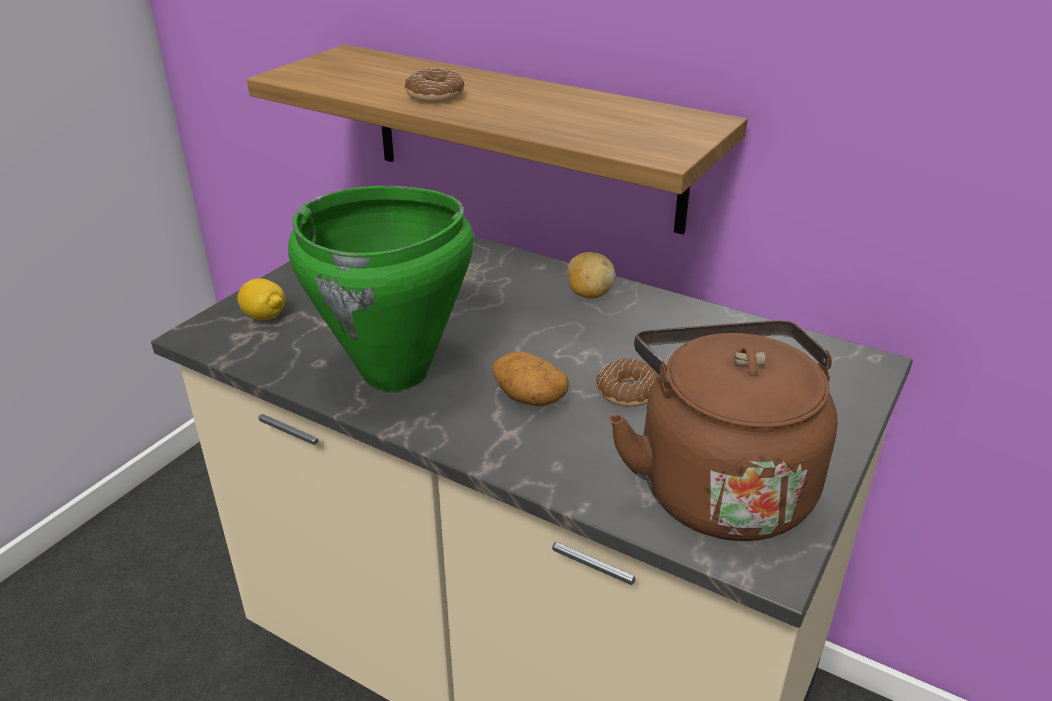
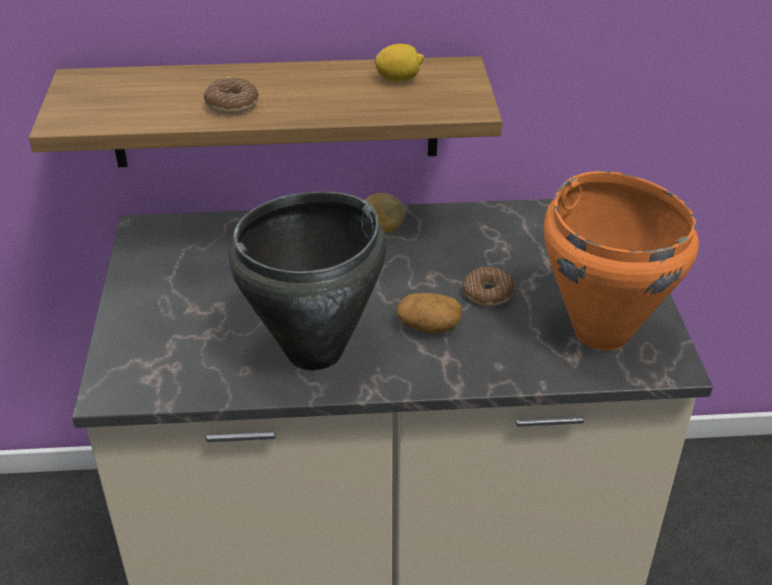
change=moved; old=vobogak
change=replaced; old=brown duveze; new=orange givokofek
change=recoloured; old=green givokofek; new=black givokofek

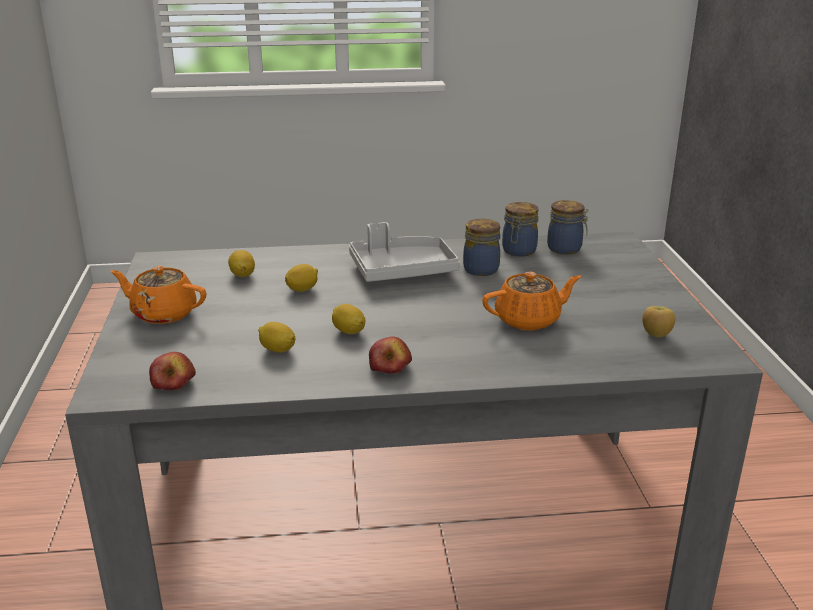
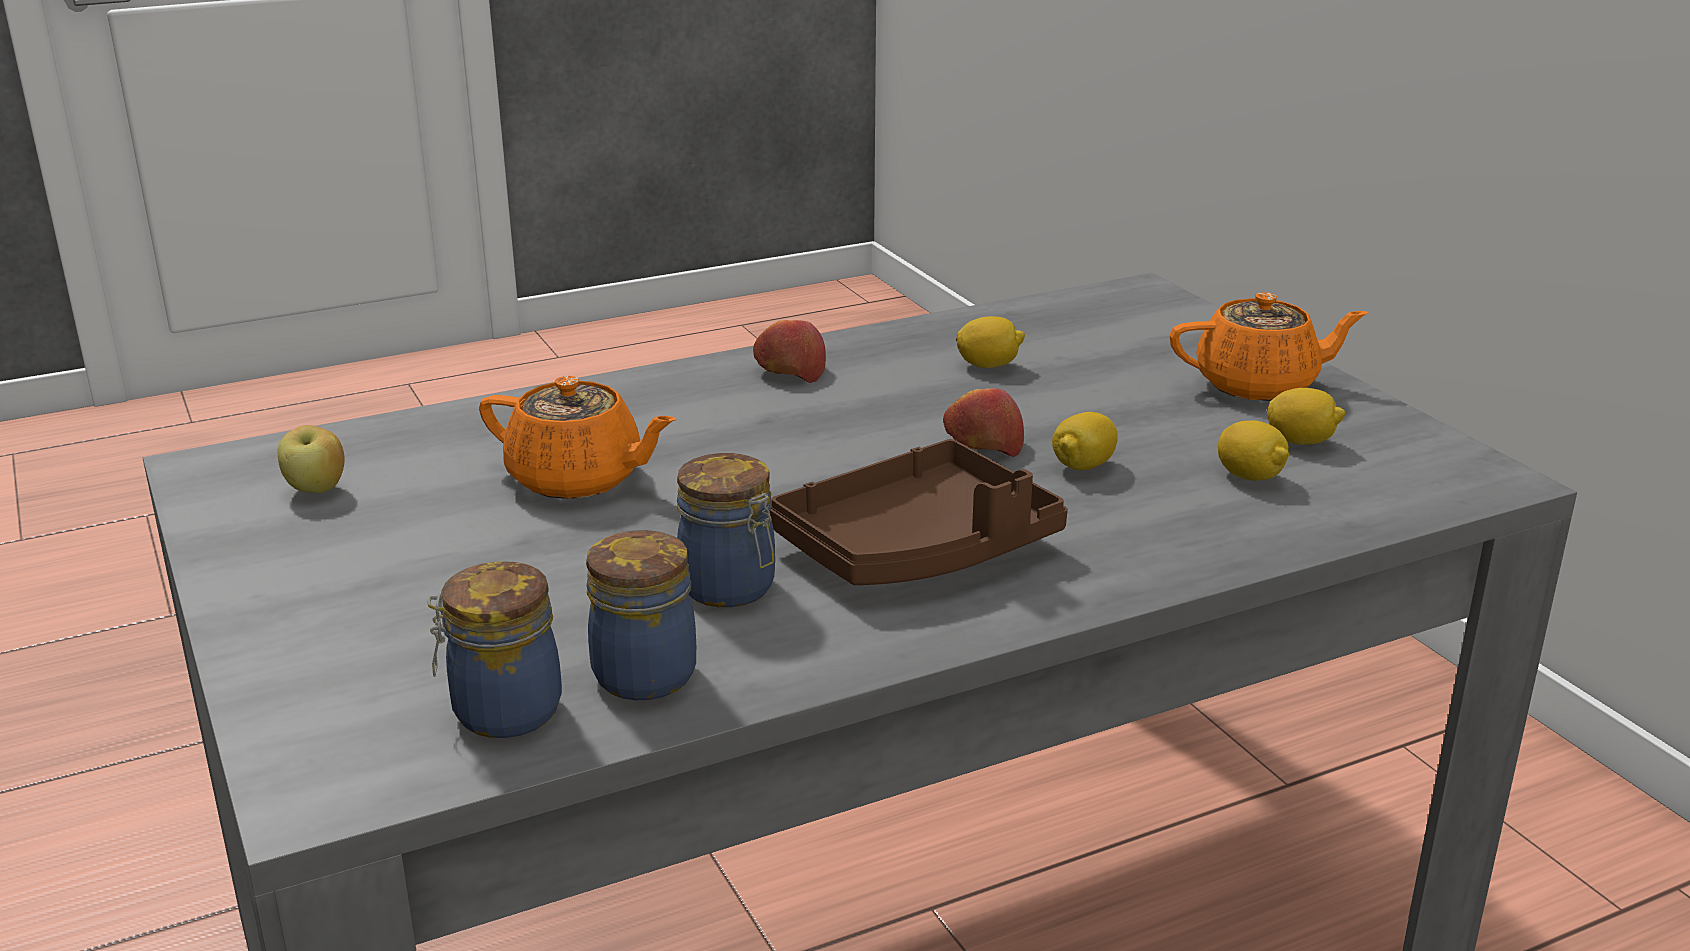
change=moved; old=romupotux (1st from left in the first image); new=romupotux (3rd from left)
change=moved; old=vobogak (4th from left)
change=recoloured; old=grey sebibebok; new=brown sebibebok
change=turned; old=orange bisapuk (2nd from left in the first image); degrees=-120

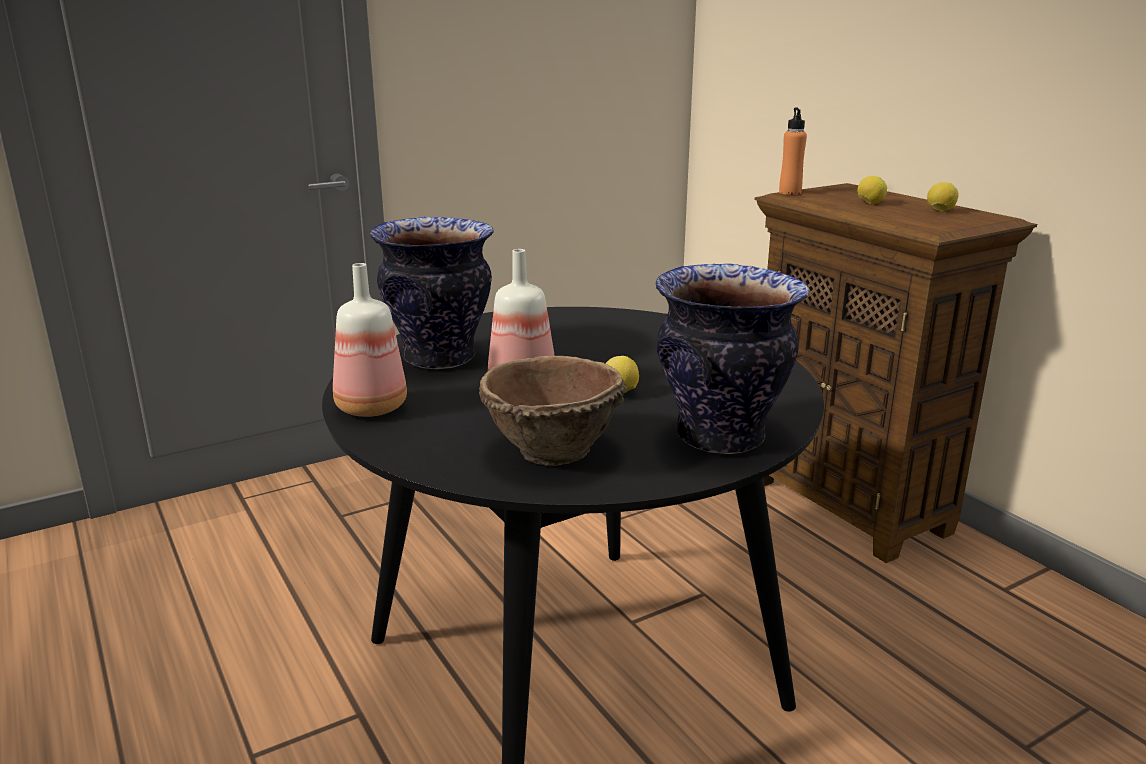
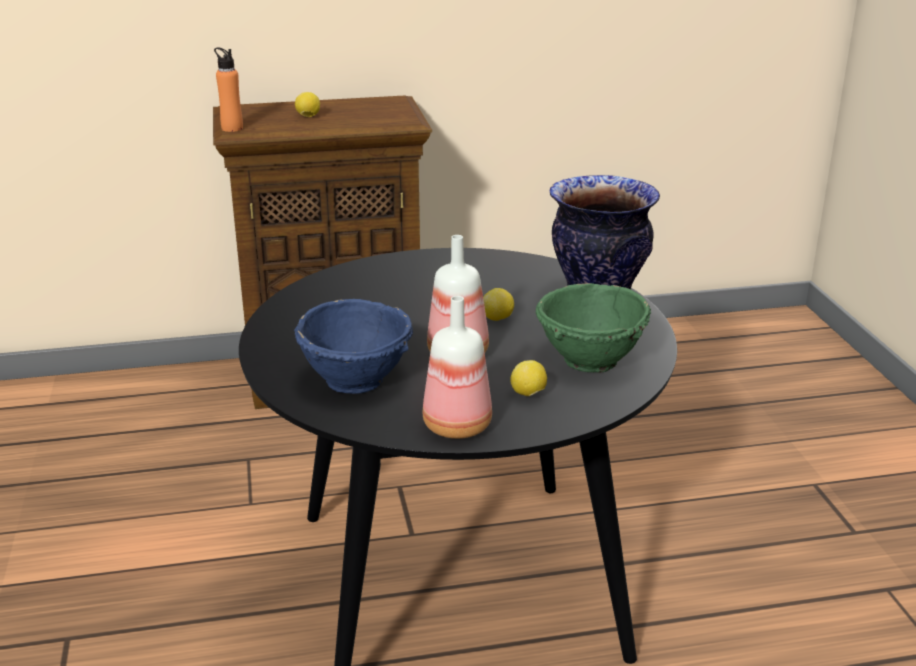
change=moved; old=vobogak (3rd from left)
change=replaced; old=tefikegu (1st from left); new=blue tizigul
change=recoloured; old=brown tizigul; new=green tizigul

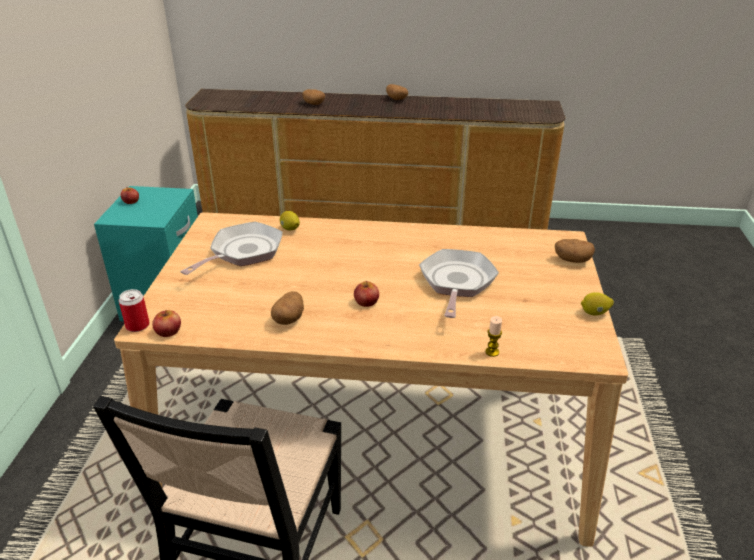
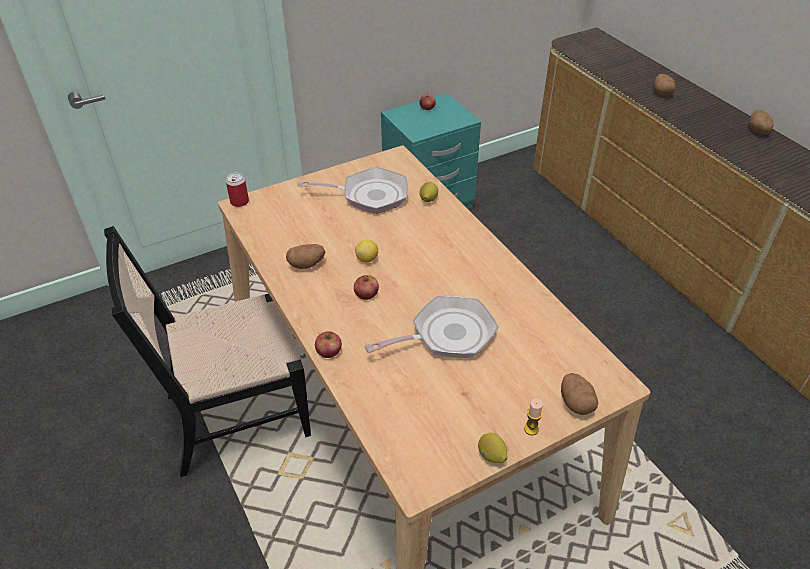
change=added; new=vobogak (1st from left)
change=moved; old=romupotux (2nd from left in the first image); new=romupotux (1st from left)
change=moved; old=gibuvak

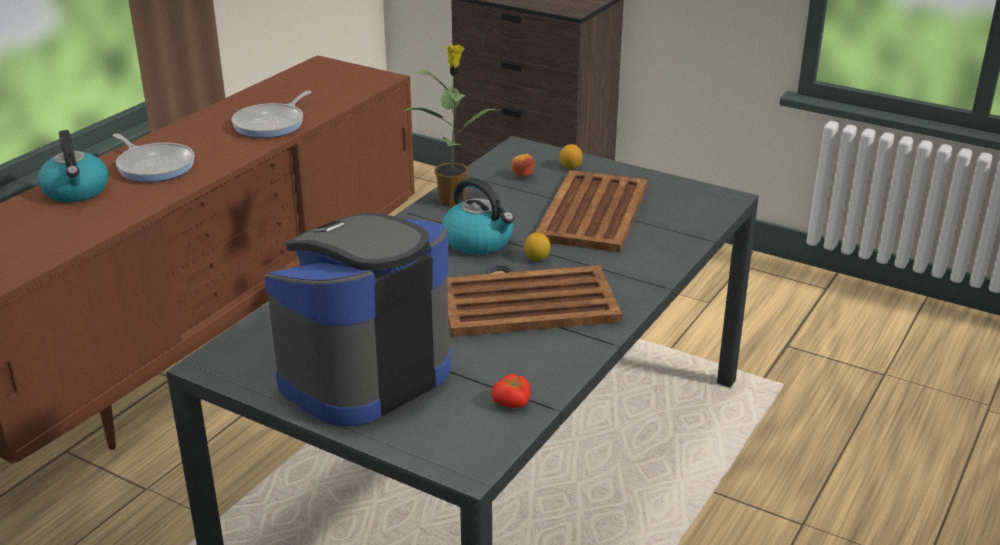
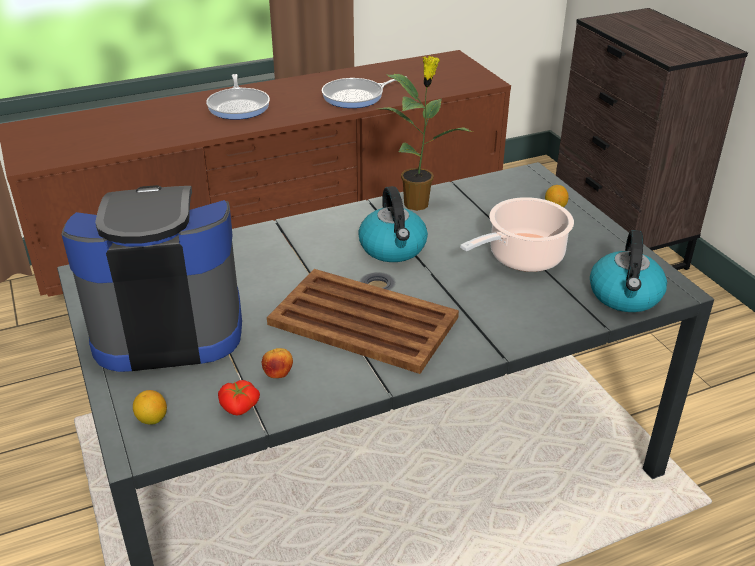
change=moved; old=duveze (1st from left in the first image); new=duveze (2nd from left)
change=moved; old=romupotux
change=moved; old=vobogak (1st from left)
change=replaced; old=brown sebibebok (2nd from left); new=givokofek

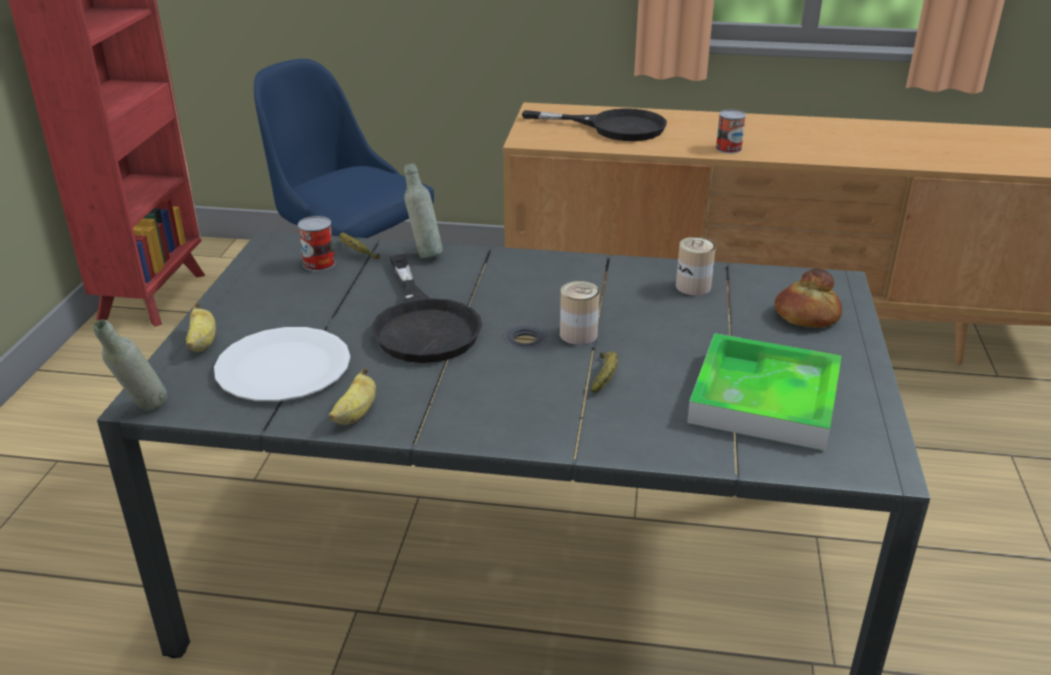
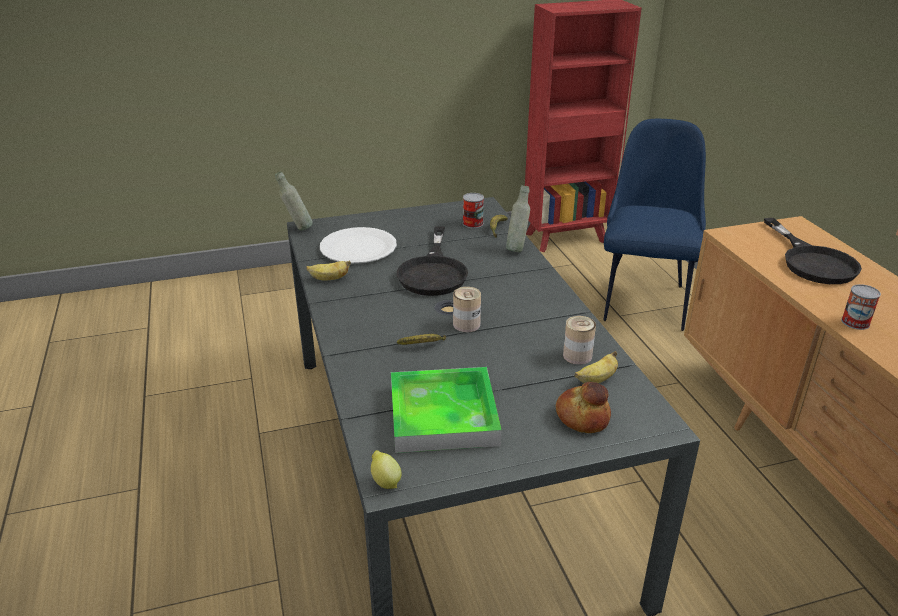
change=added; new=vobogak
change=moved; old=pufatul (1st from left in the first image); new=pufatul (4th from left)
change=turned; old=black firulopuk (1st from left); degrees=-45

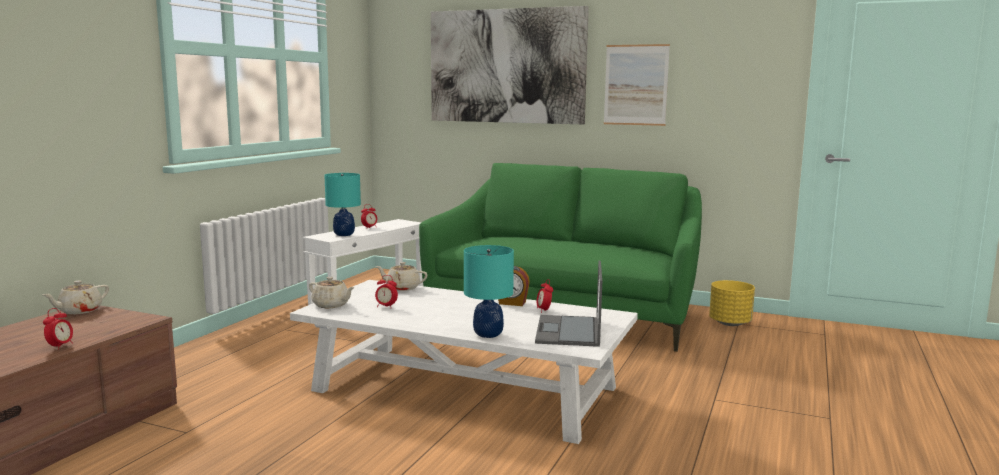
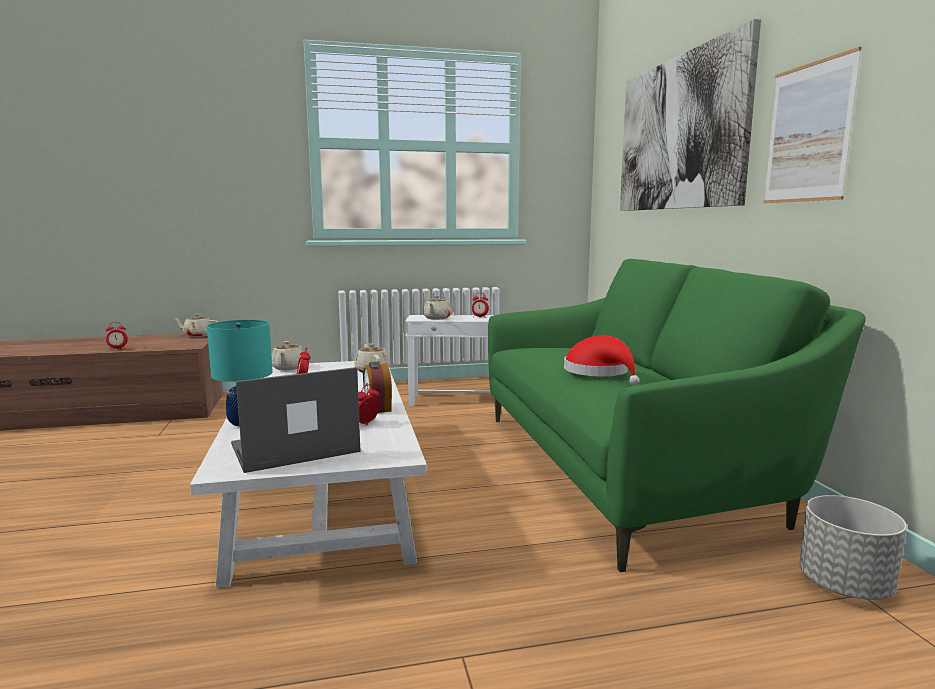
change=added; new=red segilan
change=replaced; old=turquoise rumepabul (1st from left); new=beige bisapuk (4th from left)
change=recoloured; old=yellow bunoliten; new=grey bunoliten

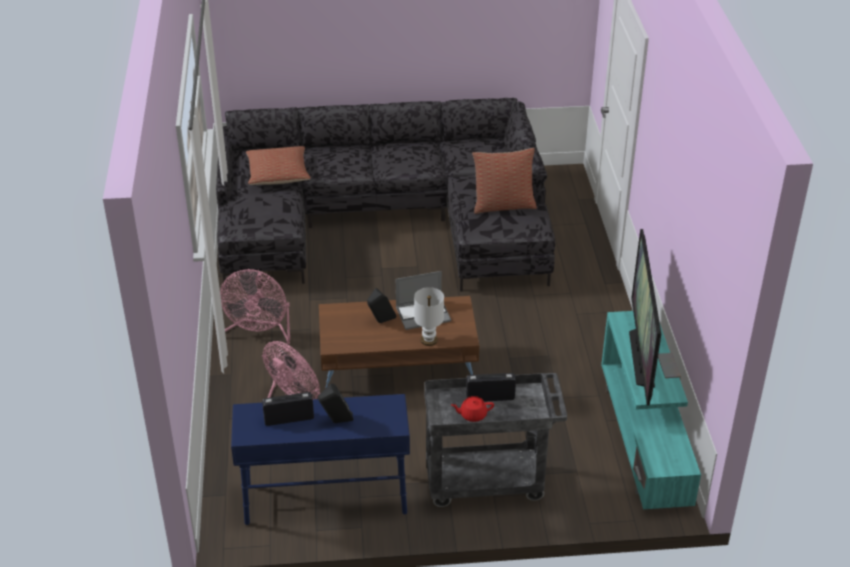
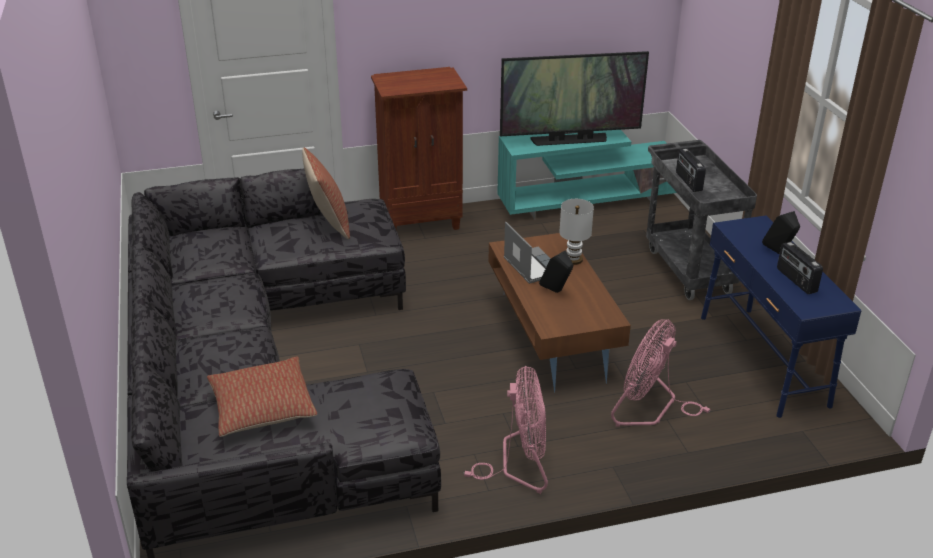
change=removed; old=red bisapuk
change=added; new=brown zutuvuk

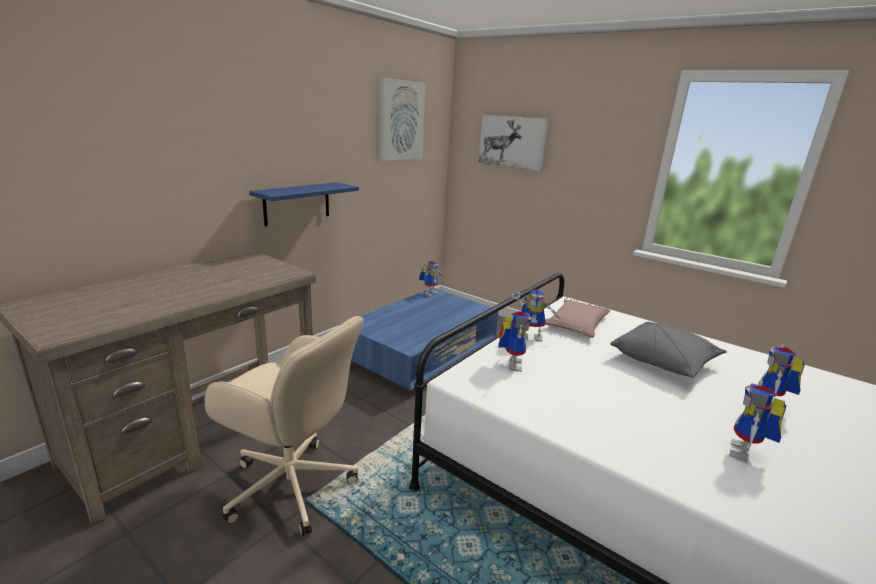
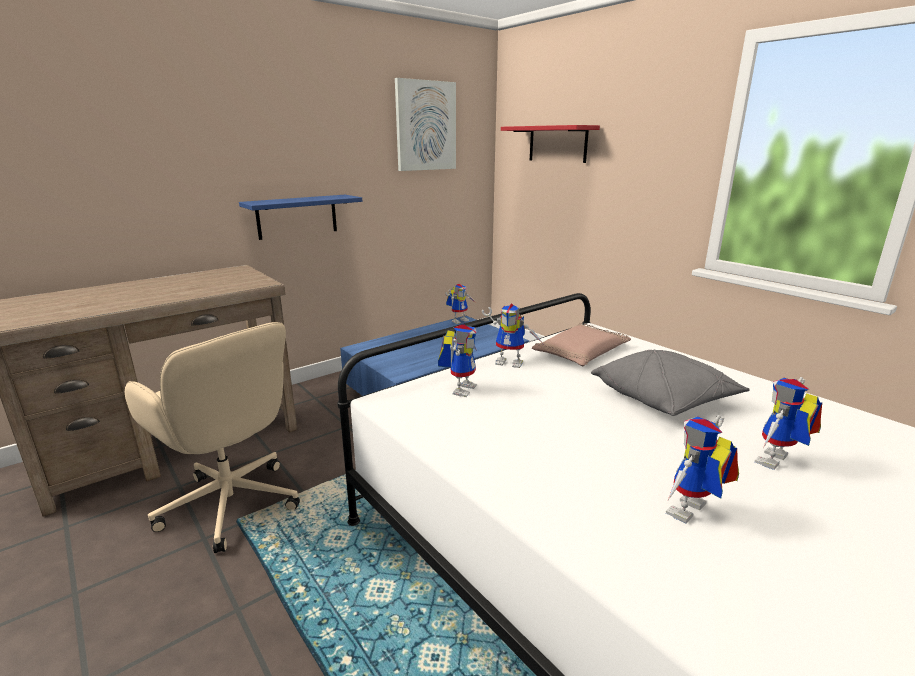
change=replaced; old=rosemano (2nd from left); new=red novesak

